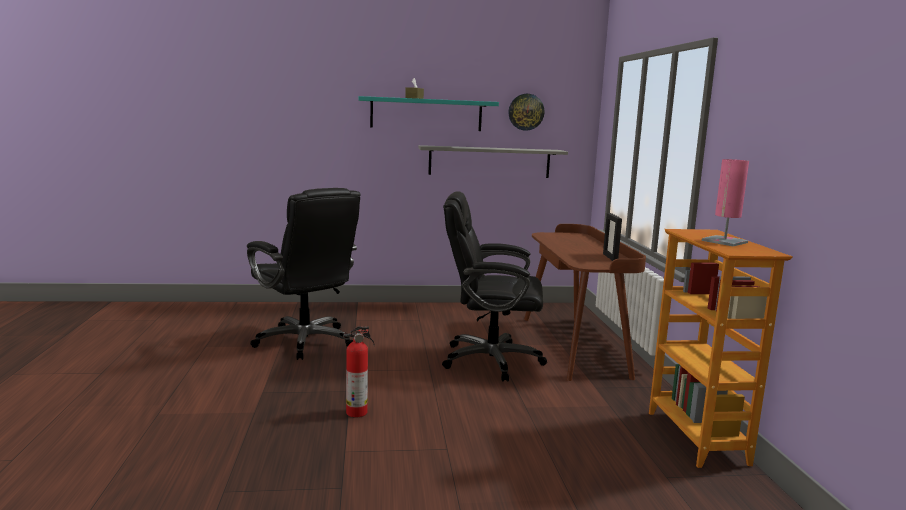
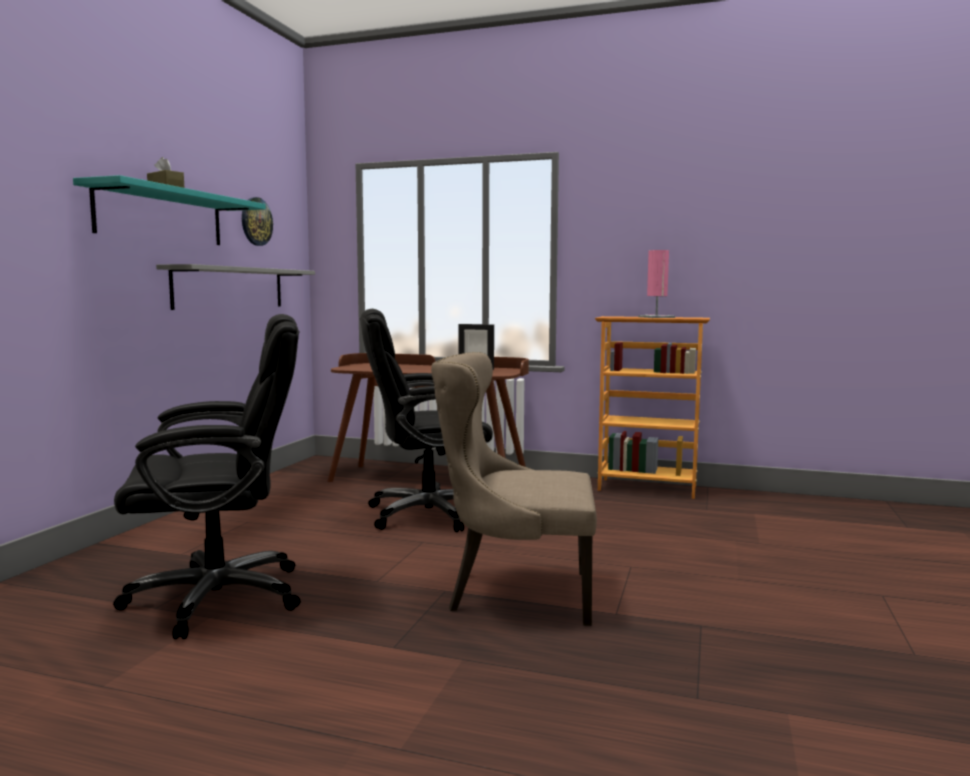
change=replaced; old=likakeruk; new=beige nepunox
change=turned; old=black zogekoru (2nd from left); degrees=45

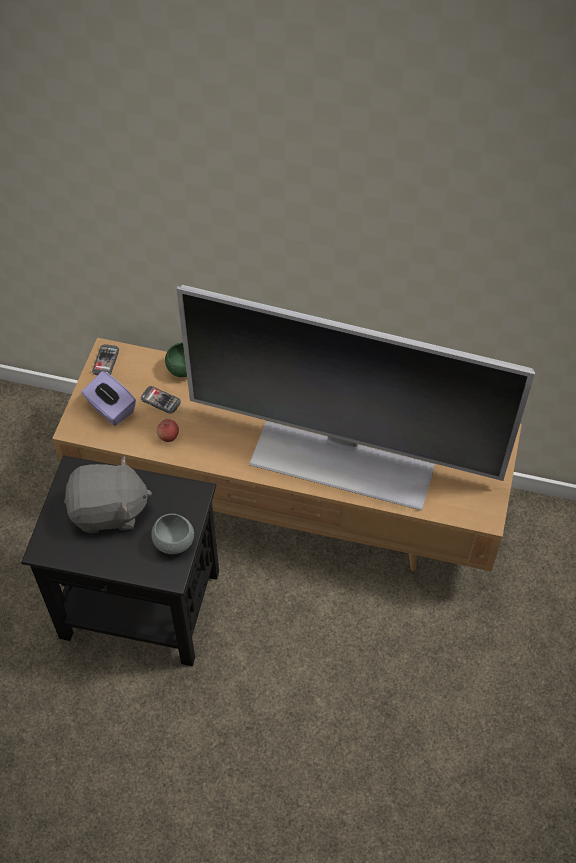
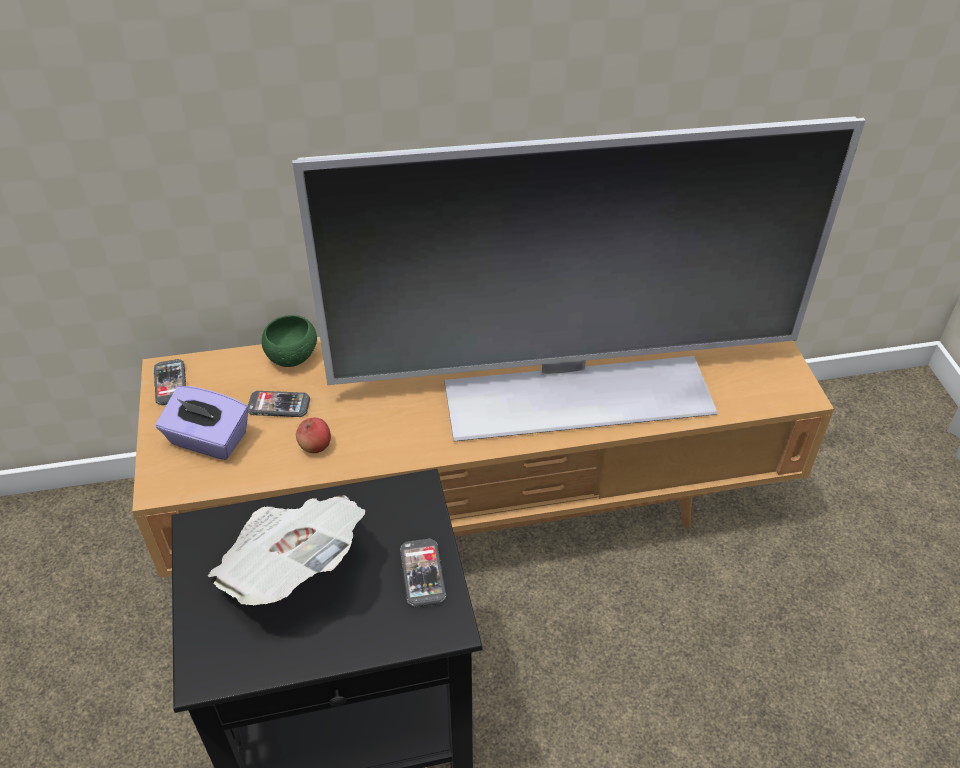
change=replaced; old=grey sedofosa; new=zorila
change=replaced; old=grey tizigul; new=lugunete (3rd from left)

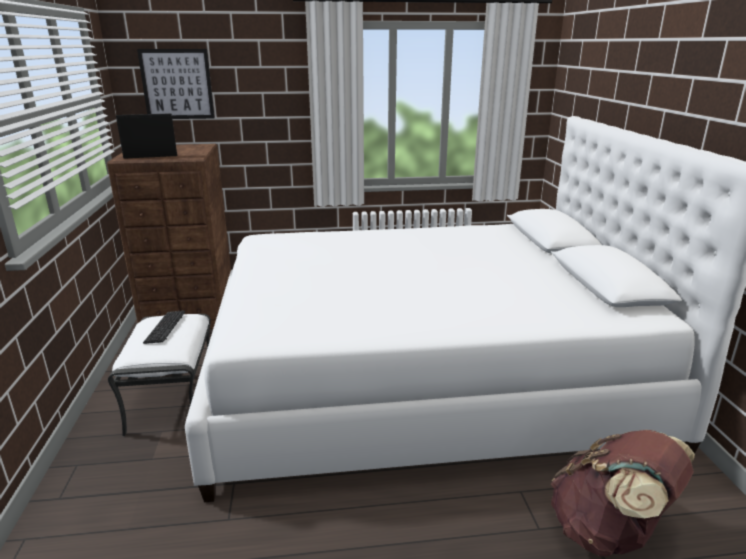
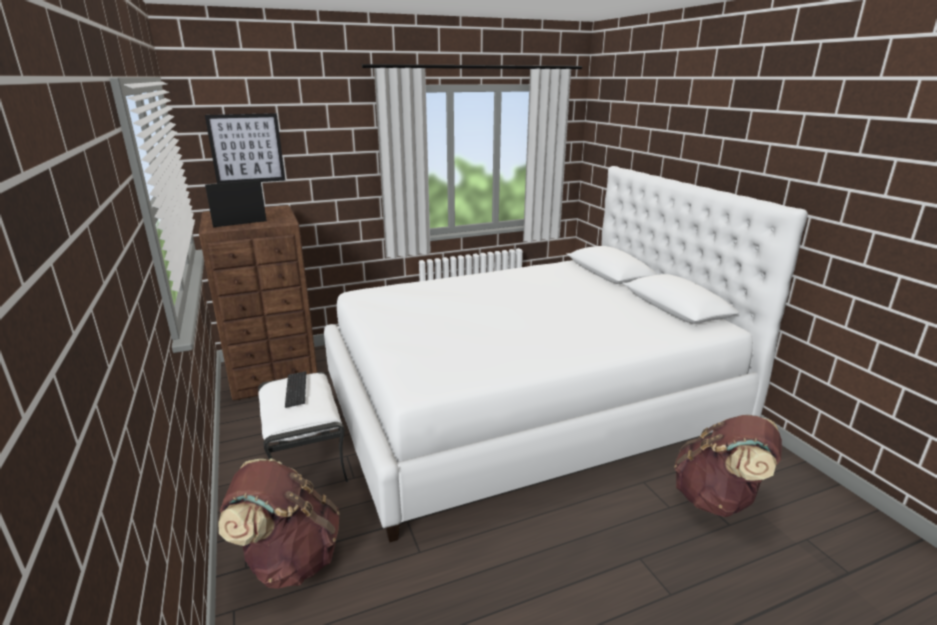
change=added; new=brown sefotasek (1st from left)

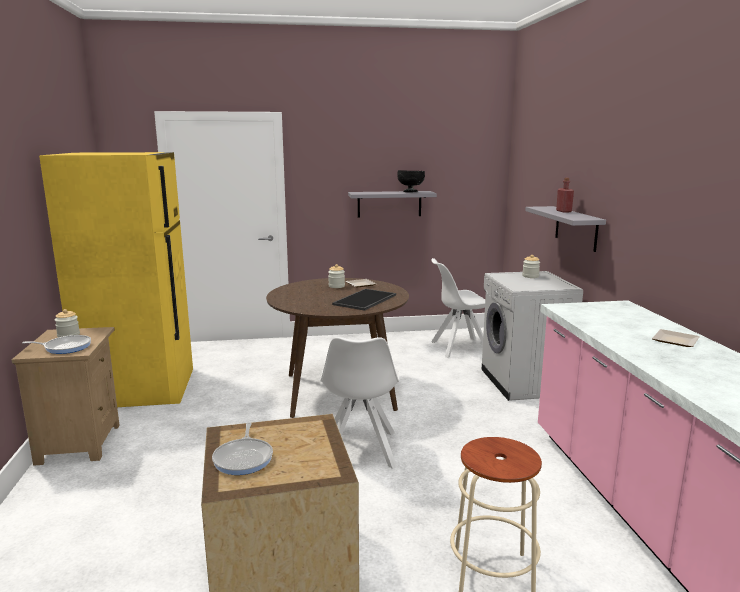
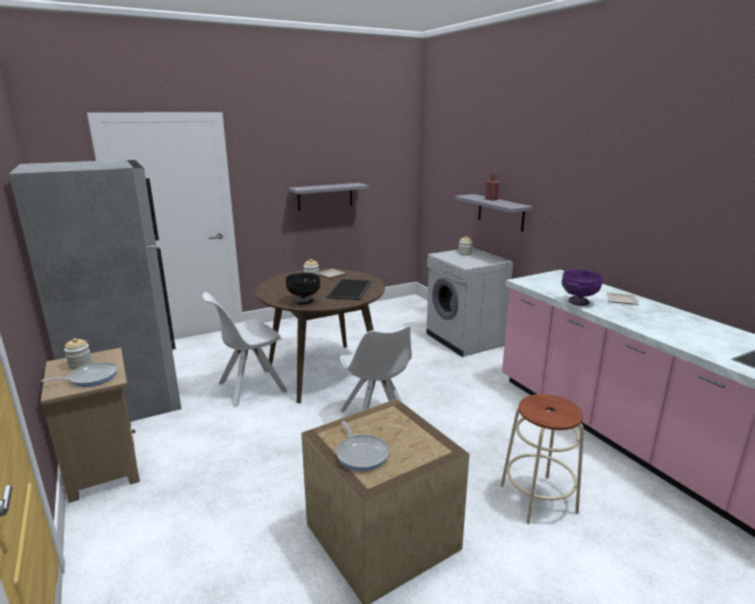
change=added; new=purple tizigul
change=moved; old=black tizigul
change=moved; old=white nepunox (2nd from left in the first image); new=white nepunox (1st from left)
change=recoloured; old=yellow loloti; new=grey loloti

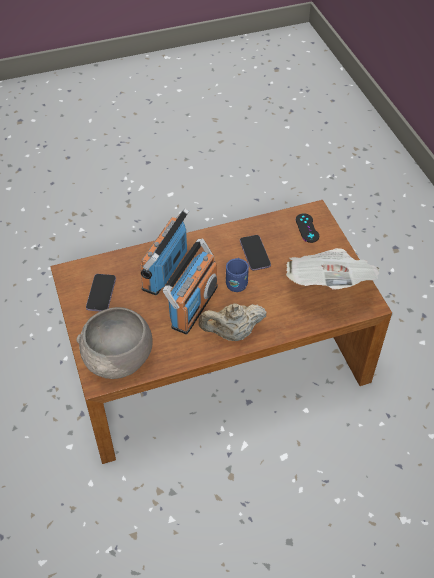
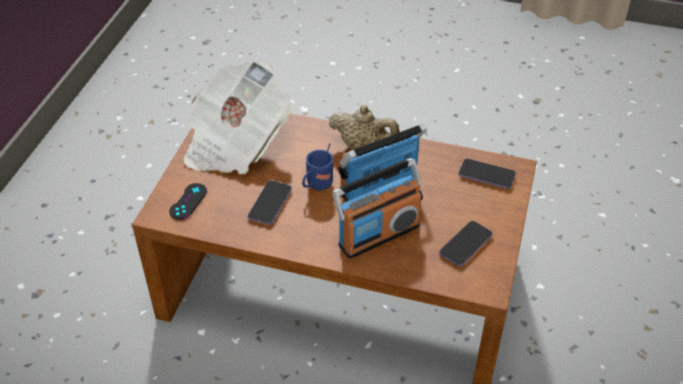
change=replaced; old=grey tizigul; new=lugunete (3rd from left)

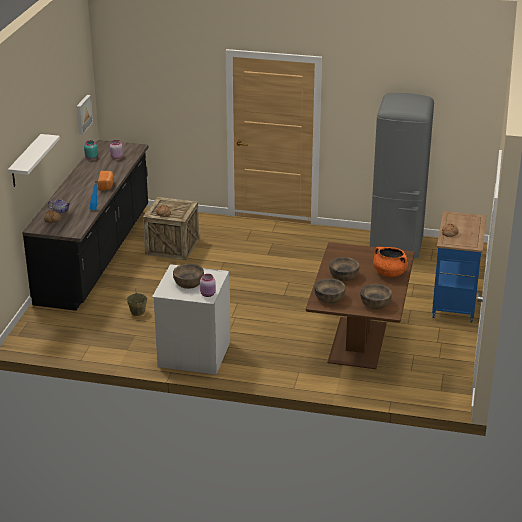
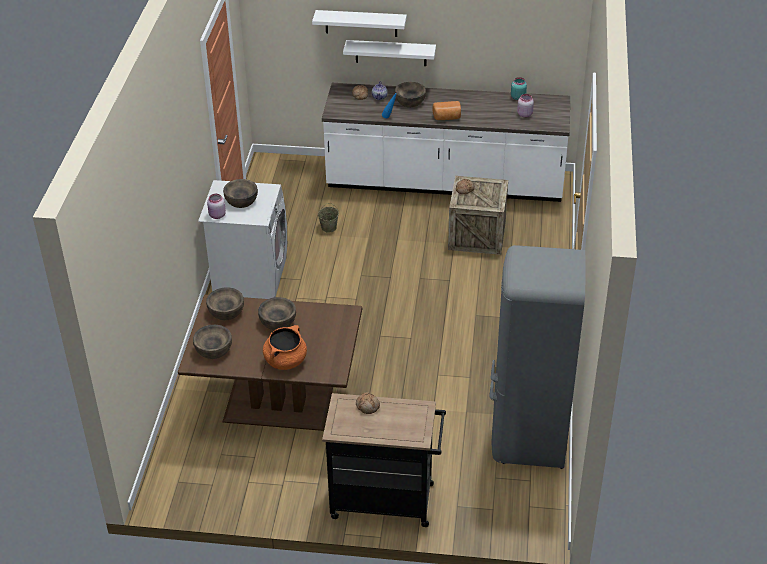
change=removed; old=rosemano
change=added; new=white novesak (2nd from left)
change=added; new=brown tizigul (5th from left)
change=recoloured; old=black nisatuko; new=white nisatuko
change=recoloured; old=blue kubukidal; new=black kubukidal

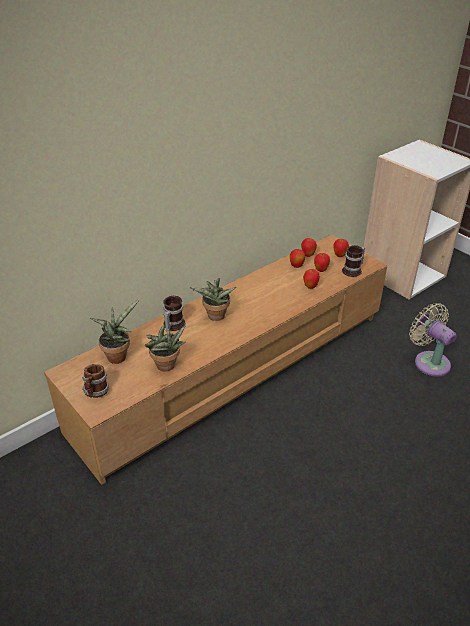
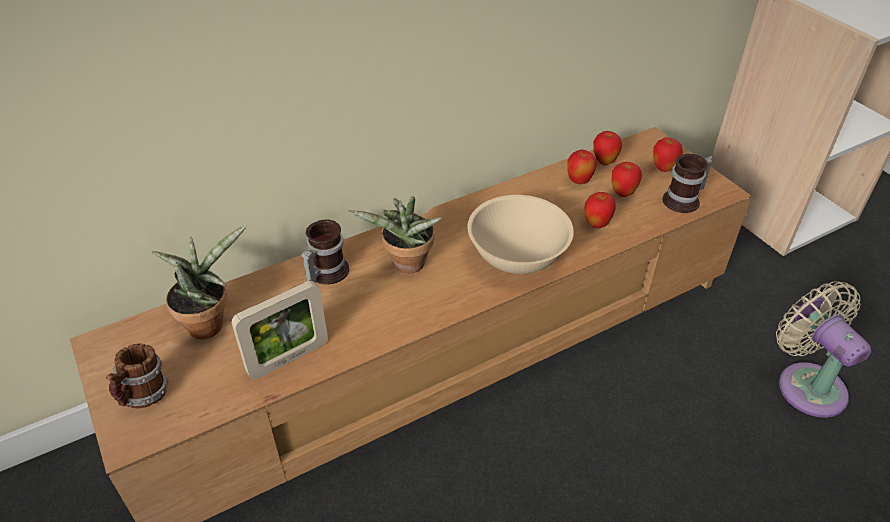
change=added; new=beige tizigul
change=replaced; old=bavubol (2nd from left); new=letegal

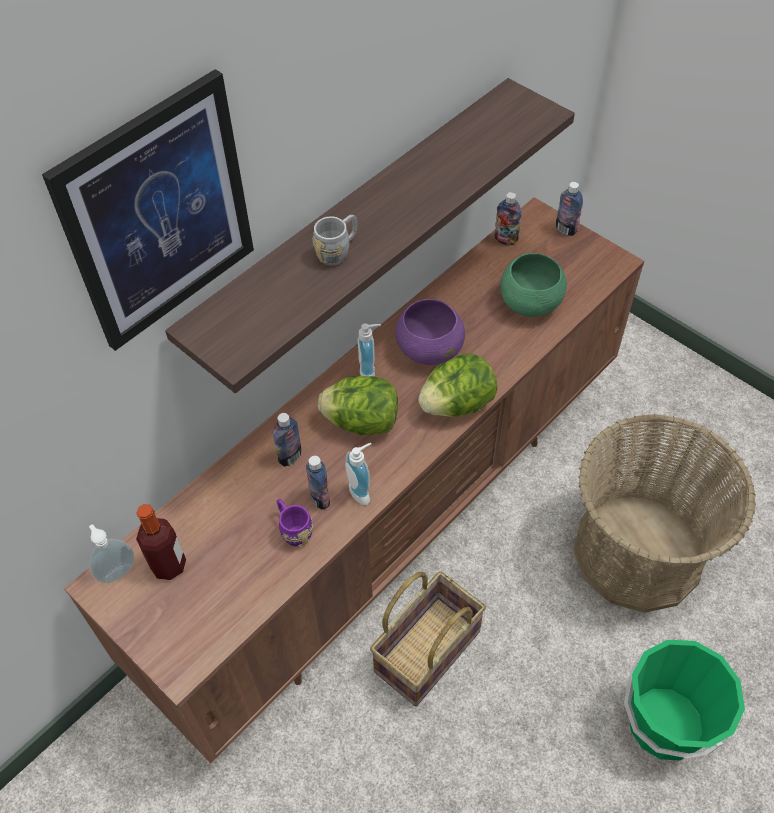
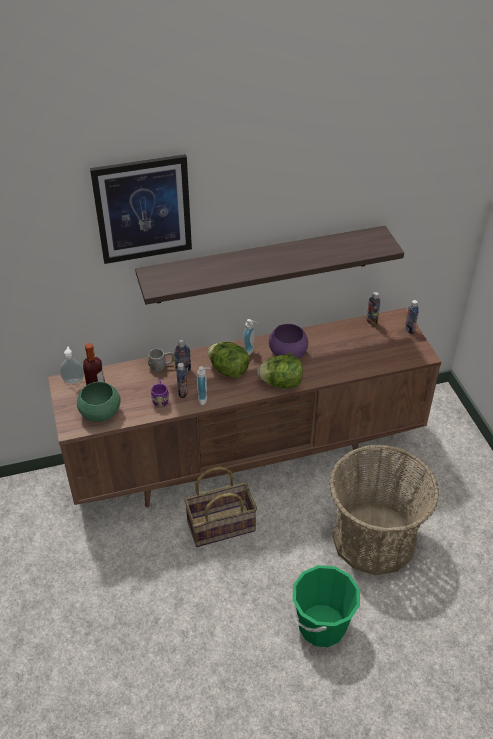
change=moved; old=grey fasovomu
change=moved; old=green tizigul

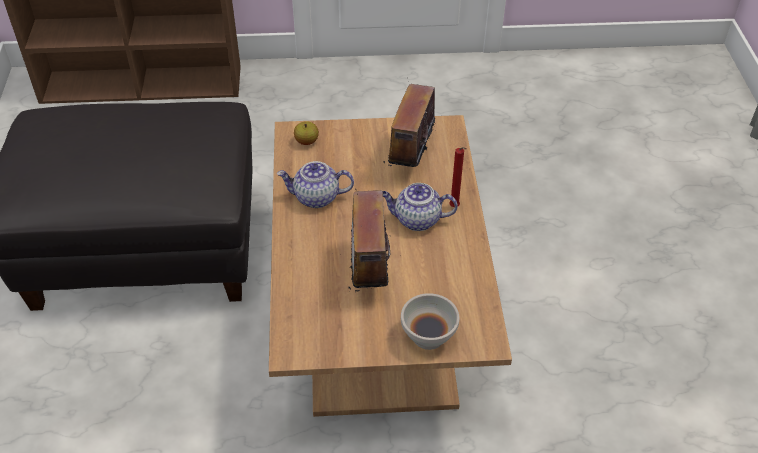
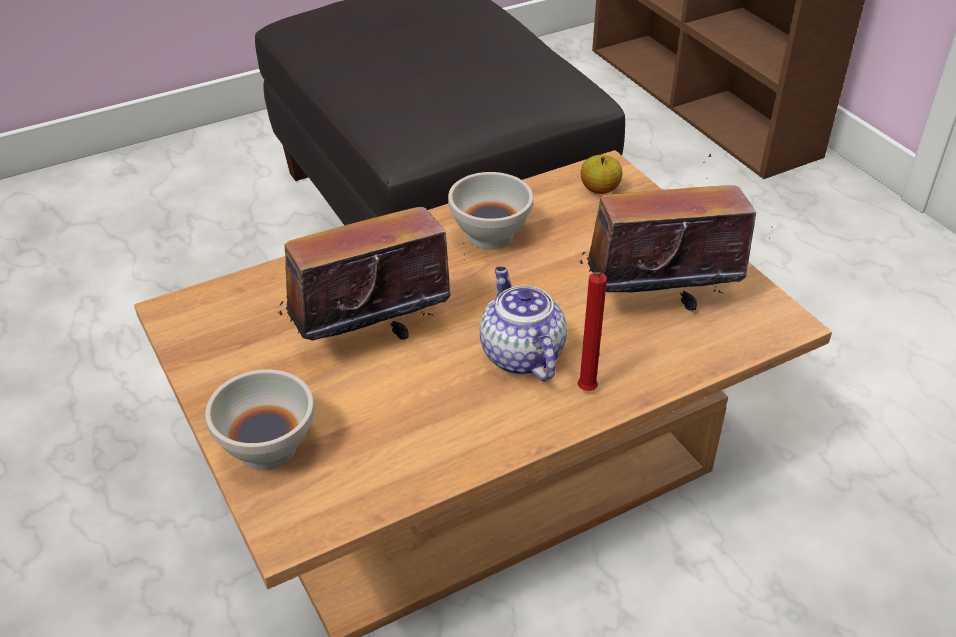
change=replaced; old=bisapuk (1st from left); new=white tizigul (2nd from left)

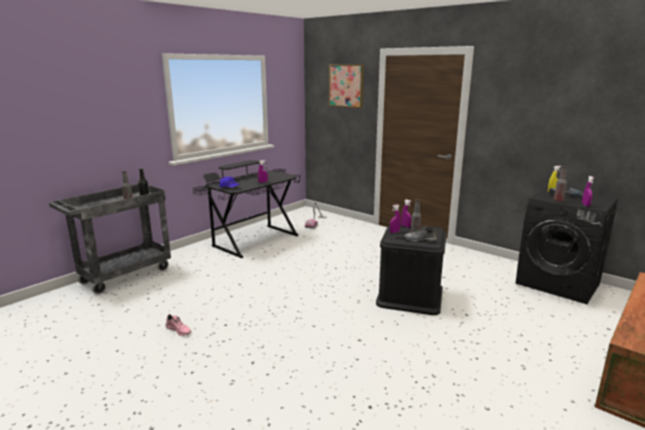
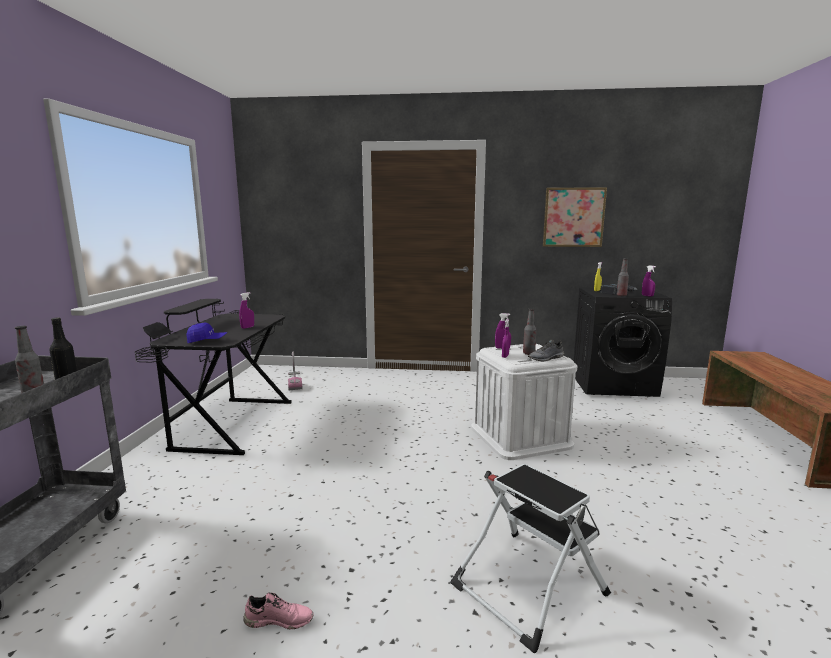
change=added; new=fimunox
change=moved; old=rosemano
change=recoloured; old=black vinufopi; new=white vinufopi

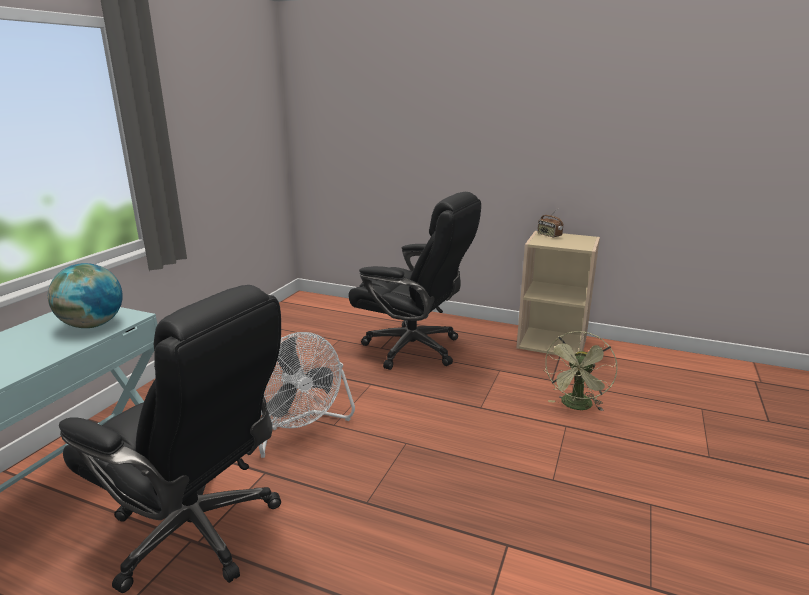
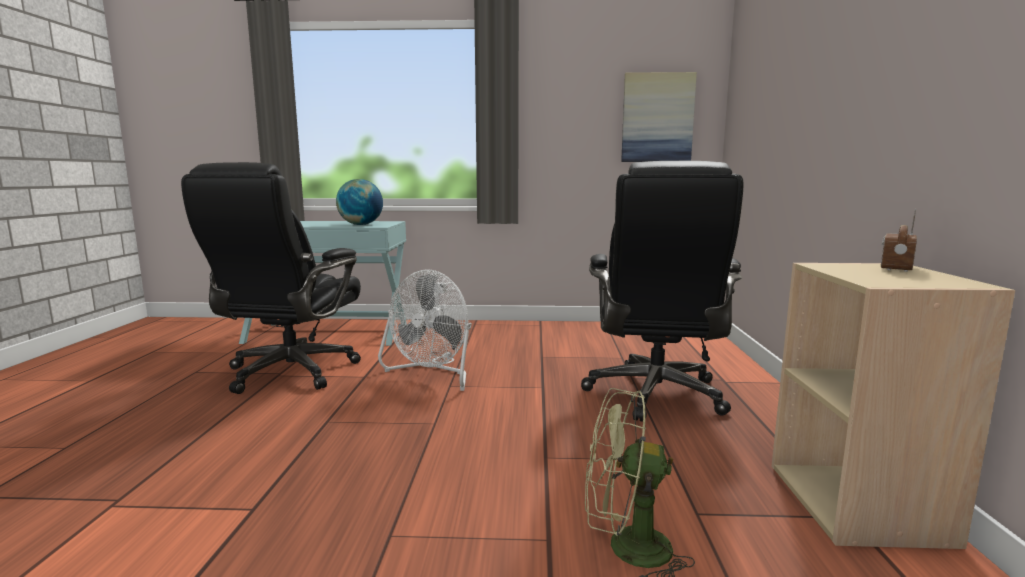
change=added; new=rosemano

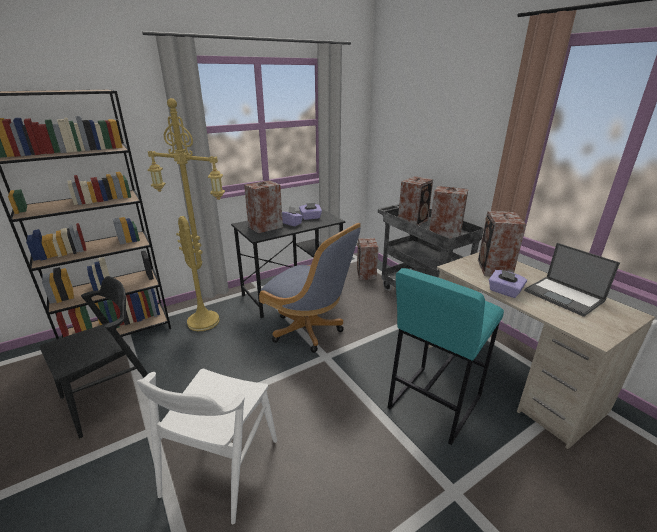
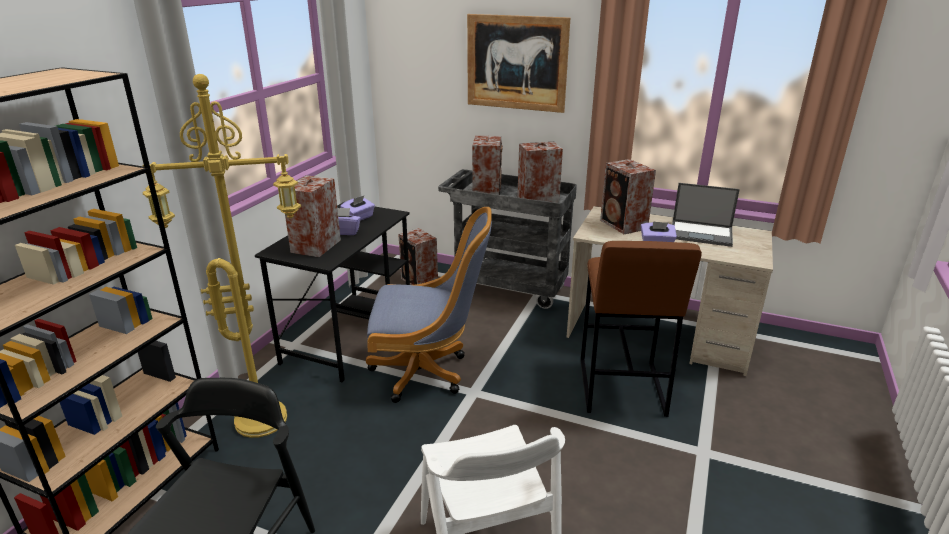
change=added; new=rosemano
change=recoloured; old=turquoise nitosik; new=brown nitosik

